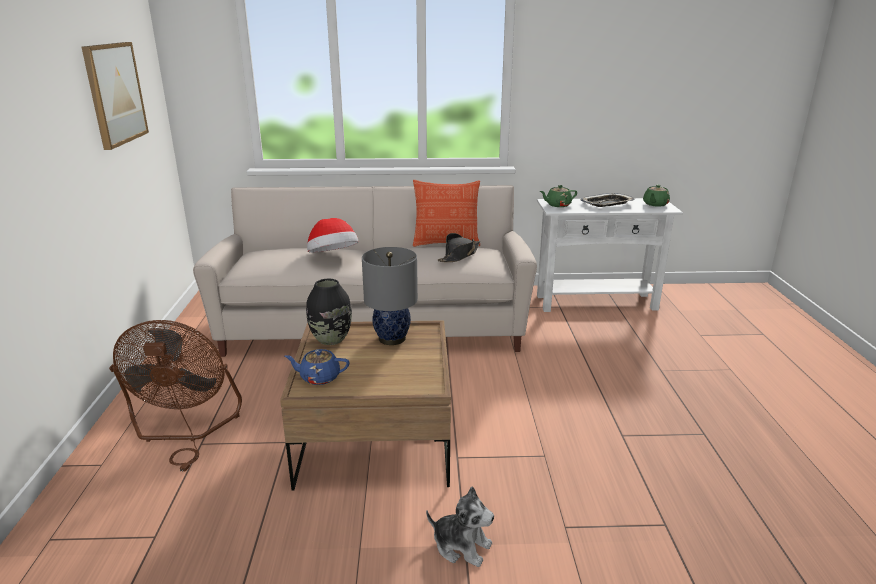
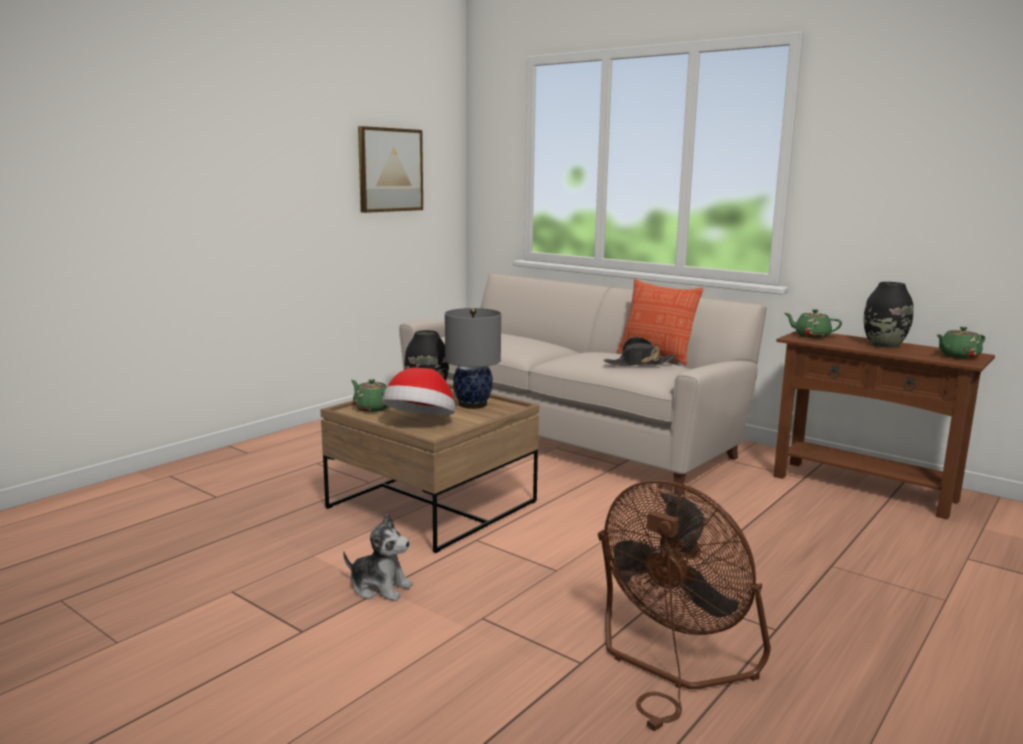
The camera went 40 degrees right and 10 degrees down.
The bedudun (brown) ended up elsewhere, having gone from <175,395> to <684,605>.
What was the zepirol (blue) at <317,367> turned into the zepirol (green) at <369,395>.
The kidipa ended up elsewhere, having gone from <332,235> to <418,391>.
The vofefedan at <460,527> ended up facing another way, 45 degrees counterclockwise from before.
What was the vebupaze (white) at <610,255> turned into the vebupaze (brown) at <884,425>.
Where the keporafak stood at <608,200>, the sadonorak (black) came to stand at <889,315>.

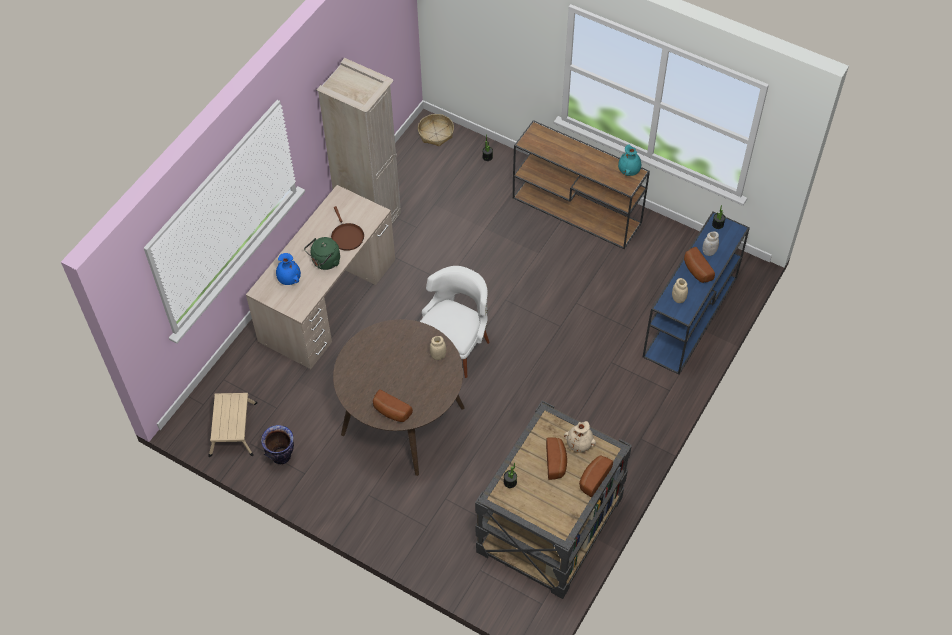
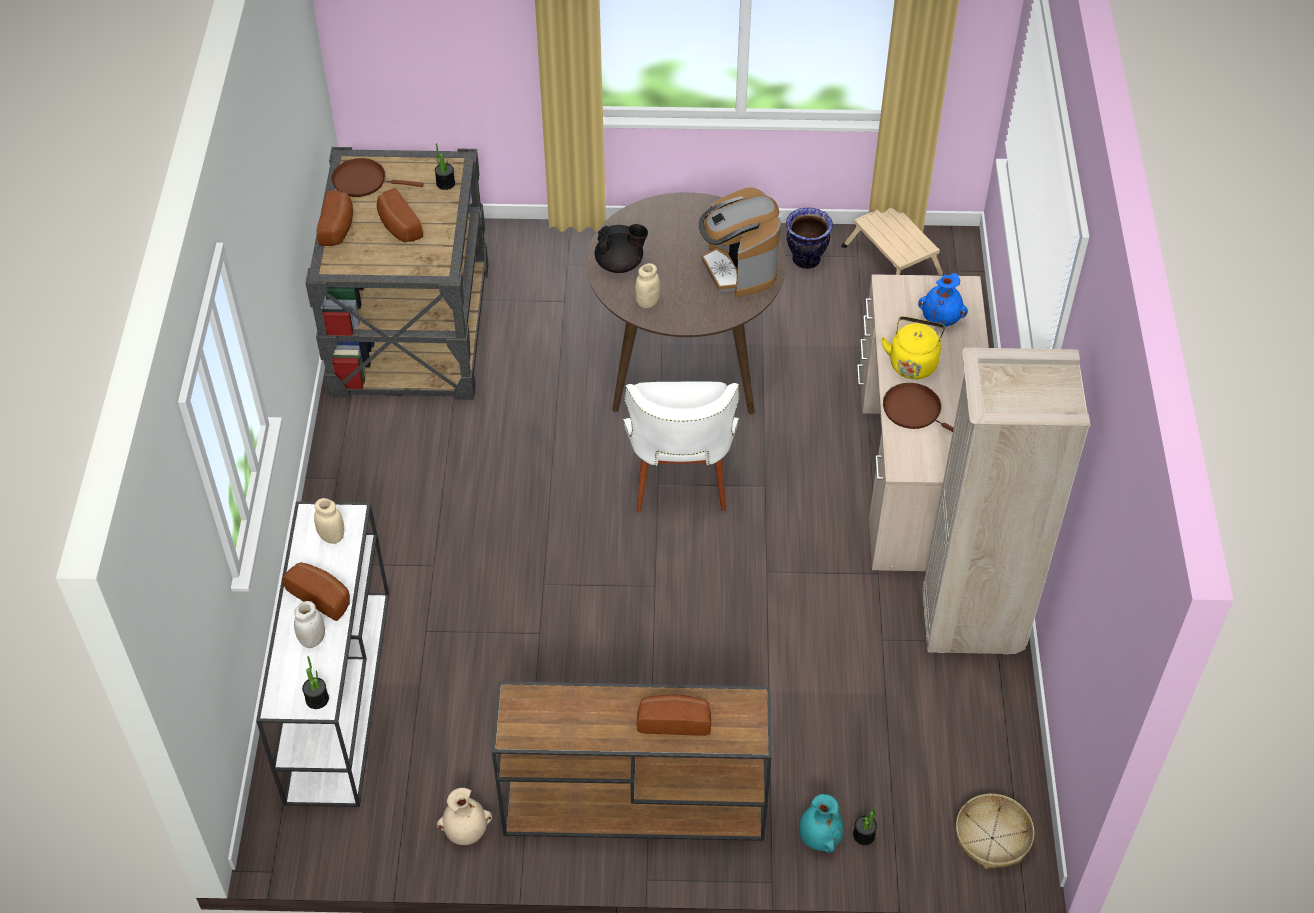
The camera went 150 degrees right and 5 degrees down.
What was the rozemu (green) at <322,253> turned into the rozemu (yellow) at <913,347>.
The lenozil ended up elsewhere, having gone from <393,406> to <674,715>.
The sadonorak (beige) ended up elsewhere, having gone from <580,437> to <464,816>.
The sadonorak (turquoise) ended up elsewhere, having gone from <629,160> to <821,823>.
What was the vebupaze (blue) at <696,293> turned into the vebupaze (white) at <322,654>.
The second view gained the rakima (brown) at <377,177>.
The second view gained the zepirol (black) at <621,248>.
The second view gained the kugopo at <740,242>.

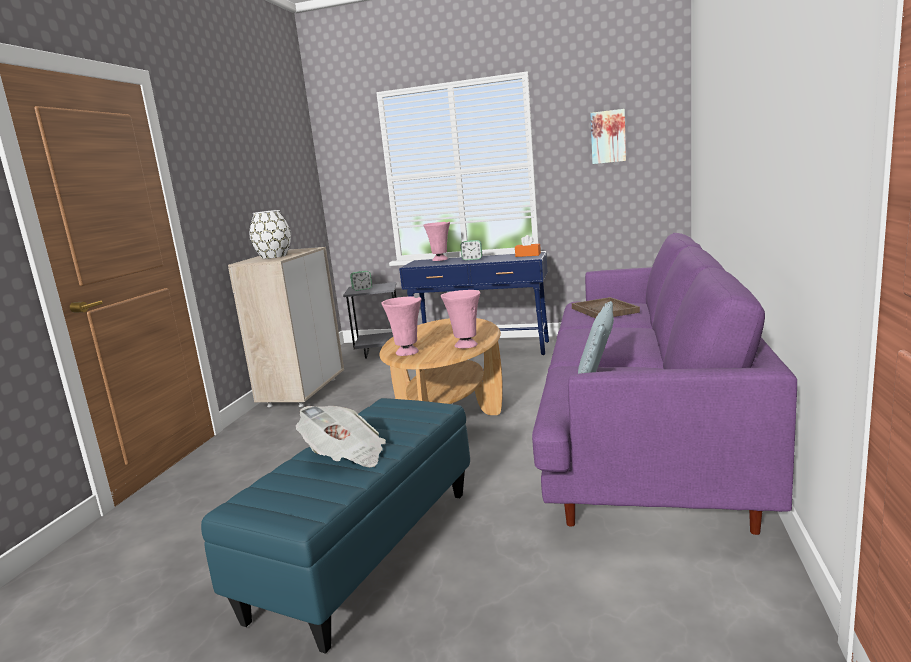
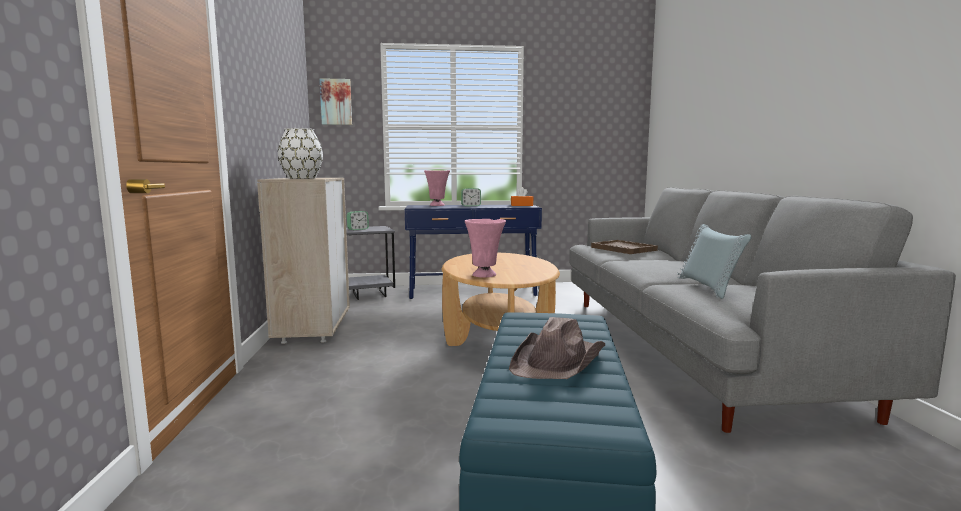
The camera went 20 degrees left and 5 degrees down.
Where the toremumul stood at <341,436>, the kidipa (brown) came to stand at <557,348>.
The second view lost the sadonorak (pink) at <460,319>.
What was the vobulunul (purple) at <664,384> turned into the vobulunul (grey) at <762,310>.
The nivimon ended up elsewhere, having gone from <608,136> to <336,101>.

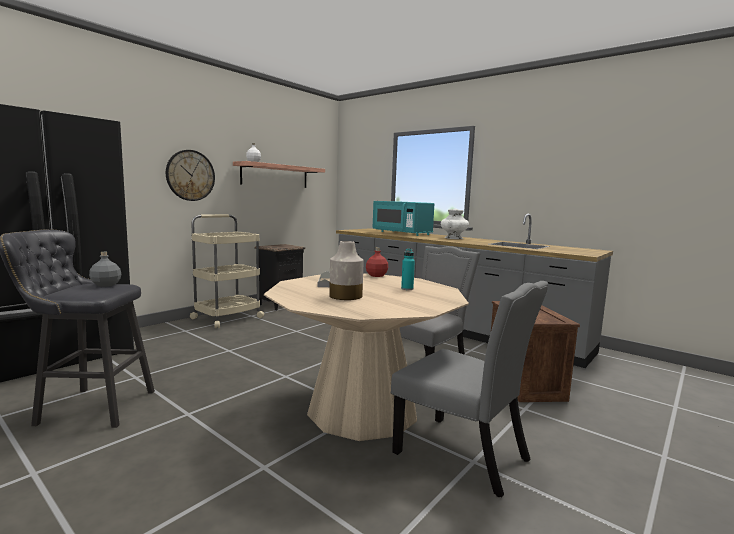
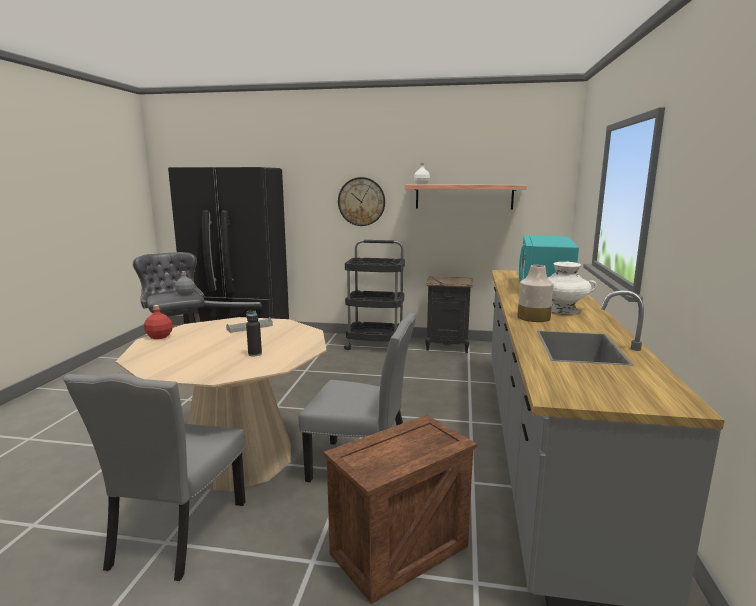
The camera went 60 degrees right and 5 degrees up.
What was the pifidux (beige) at <227,271> turned into the pifidux (black) at <374,295>.
The sadonorak (beige) ended up elsewhere, having gone from <346,270> to <535,293>.
The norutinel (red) ended up elsewhere, having gone from <377,262> to <158,322>.
What was the norutinel (turquoise) at <408,269> turned into the norutinel (black) at <254,333>.

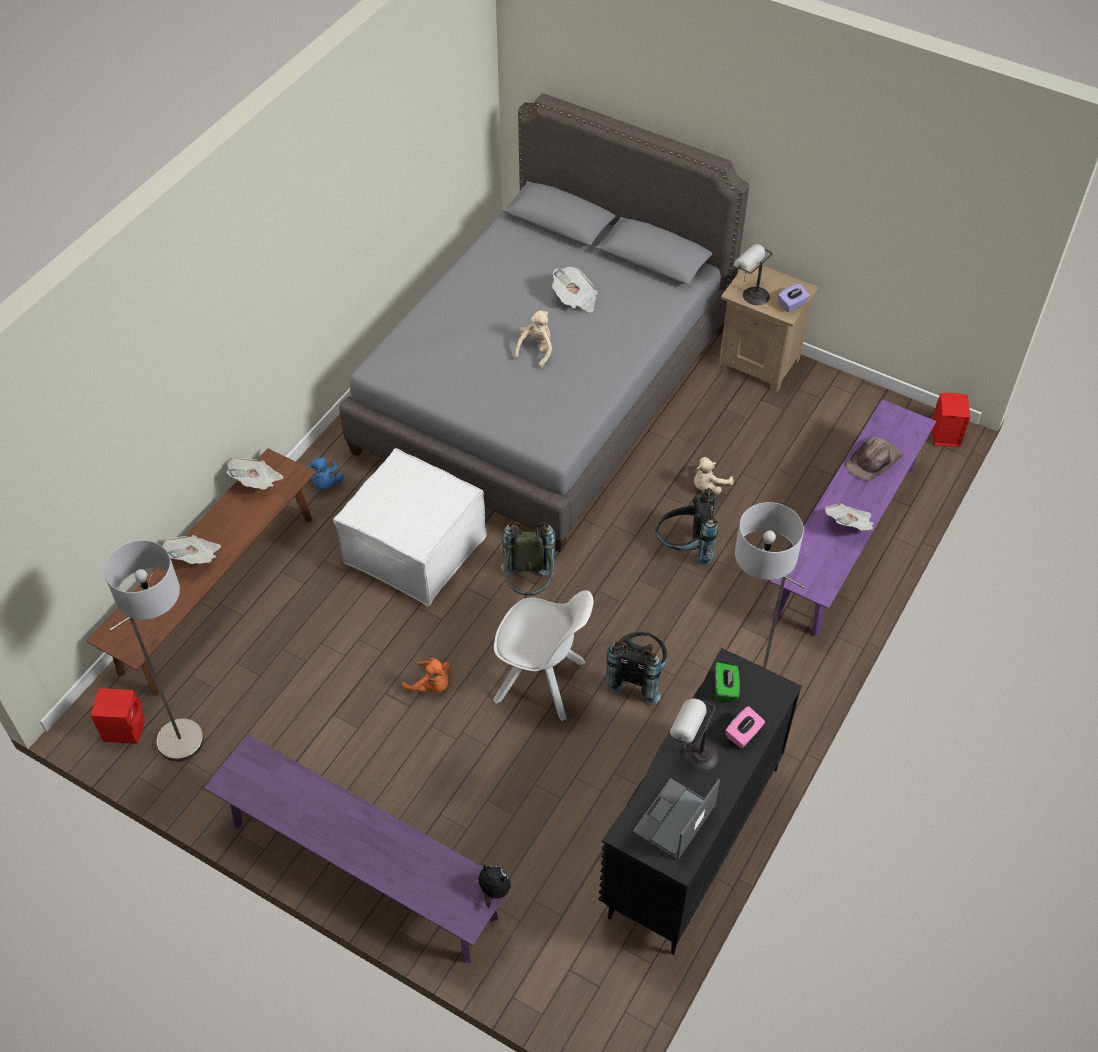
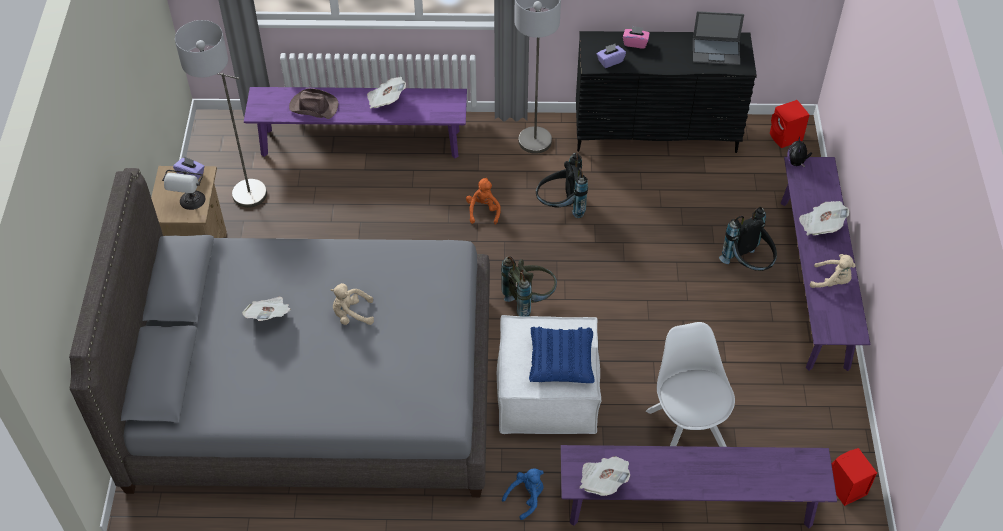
The camera went 120 degrees left and 0 degrees up.
What was the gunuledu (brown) at <201,572> turned into the gunuledu (purple) at <699,486>.
The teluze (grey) ended up elsewhere, having gone from <154,651> to <221,114>.
The toremumul ended up elsewhere, having gone from <192,549> to <824,218>.
The vofefedan (orange) ended up elsewhere, having gone from <426,674> to <483,201>.
The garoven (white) ended up elsewhere, having gone from <543,655> to <690,384>.
The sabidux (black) ended up elsewhere, having gone from <686,526> to <748,239>.
The second view lost the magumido at <694,734>.
The vofefedan (beige) ended up elsewhere, having gone from <714,476> to <833,271>.
What was the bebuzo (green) at <727,681> turned into the bebuzo (purple) at <611,55>.
The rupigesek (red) ended up elsewhere, having gone from <951,420> to <790,124>.
The second view gained the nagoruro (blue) at <562,355>.

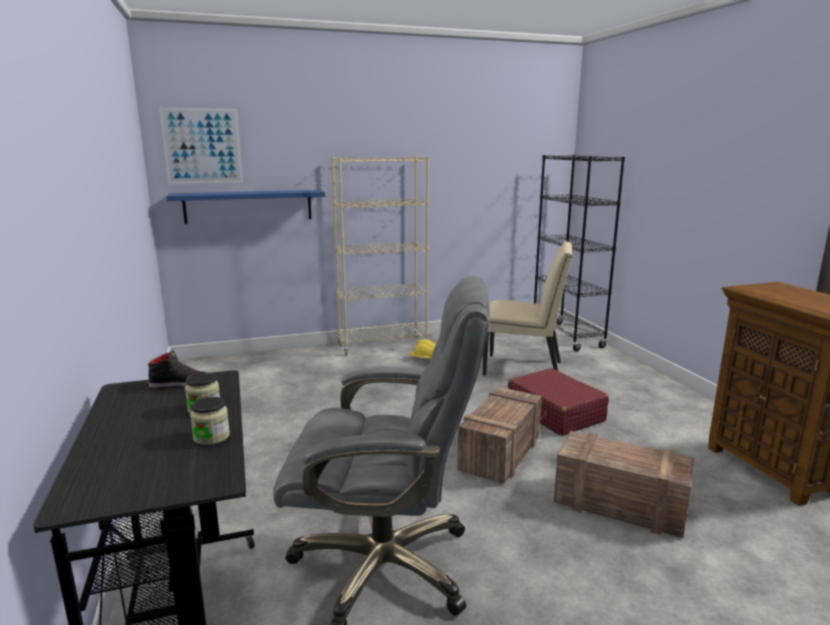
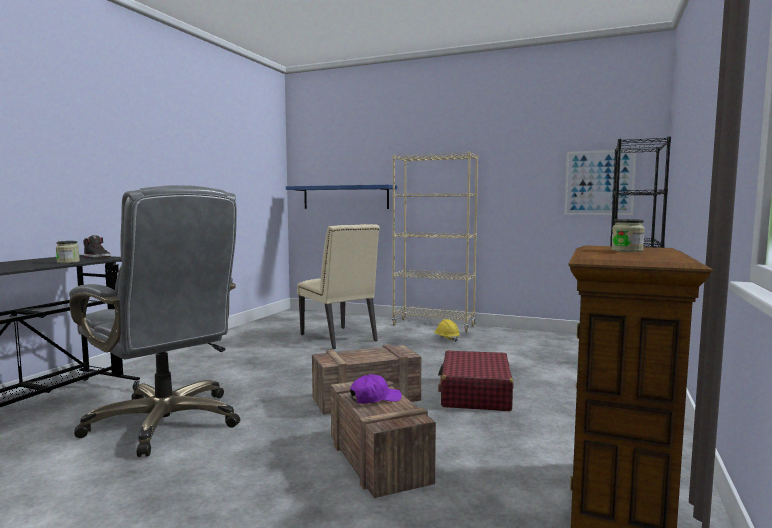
The camera went 40 degrees right and 10 degrees down.
The nivimon ended up elsewhere, having gone from <201,146> to <600,182>.
The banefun ended up elsewhere, having gone from <210,421> to <628,235>.
The garoven (beige) ended up elsewhere, having gone from <527,308> to <338,286>.
The second view gained the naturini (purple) at <376,389>.

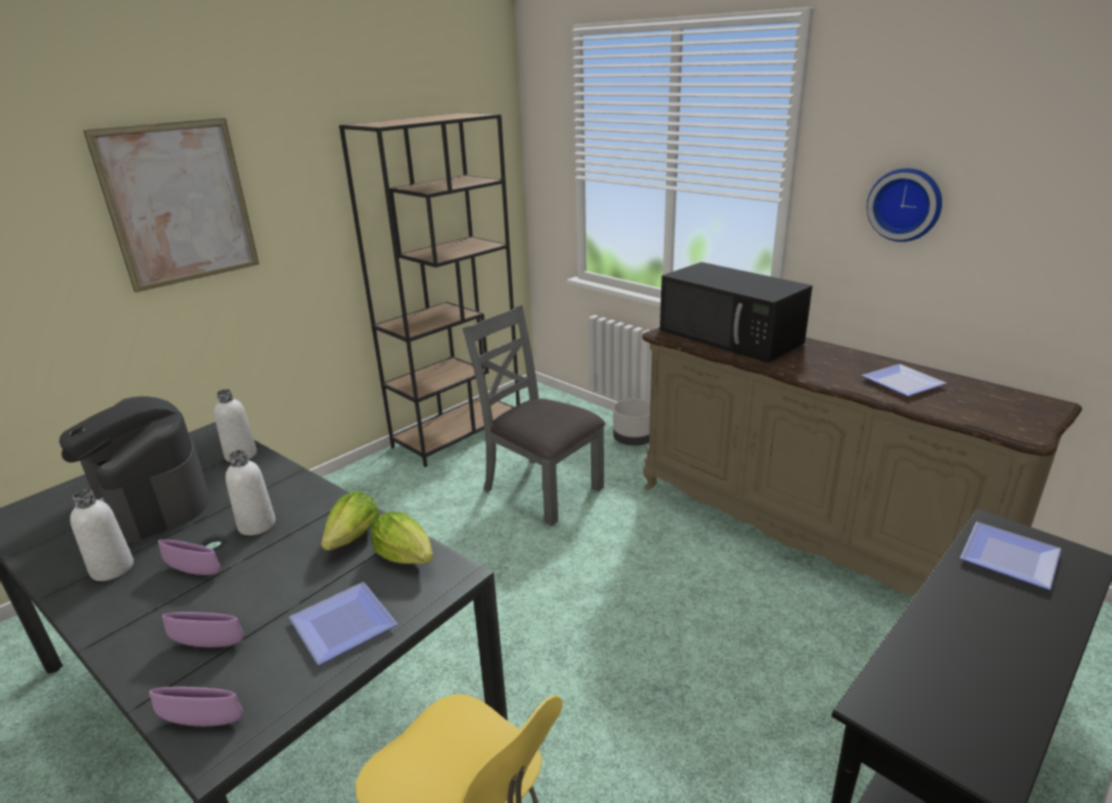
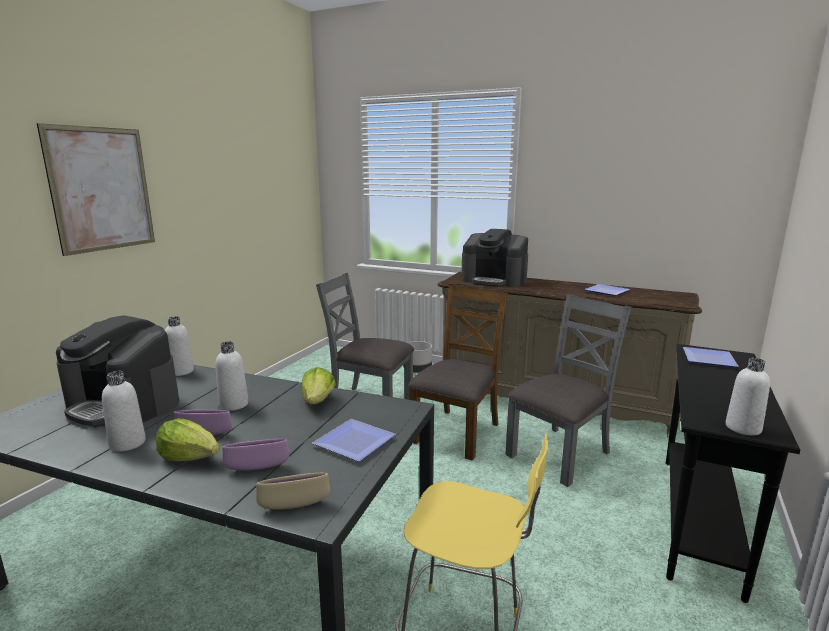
The camera went 20 degrees left and 10 degrees down.
What was the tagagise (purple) at <196,706> turned into the tagagise (beige) at <293,491>.
The second view lost the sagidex at <429,290>.
The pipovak ended up elsewhere, having gone from <402,538> to <188,439>.
Where the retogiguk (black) stood at <736,312>, the kugopo came to stand at <494,258>.
The second view lost the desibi at <904,205>.
The second view gained the garoven (brown) at <458,372>.
The second view gained the garoven (grey) at <568,390>.
The second view gained the norutinel (white) at <748,396>.

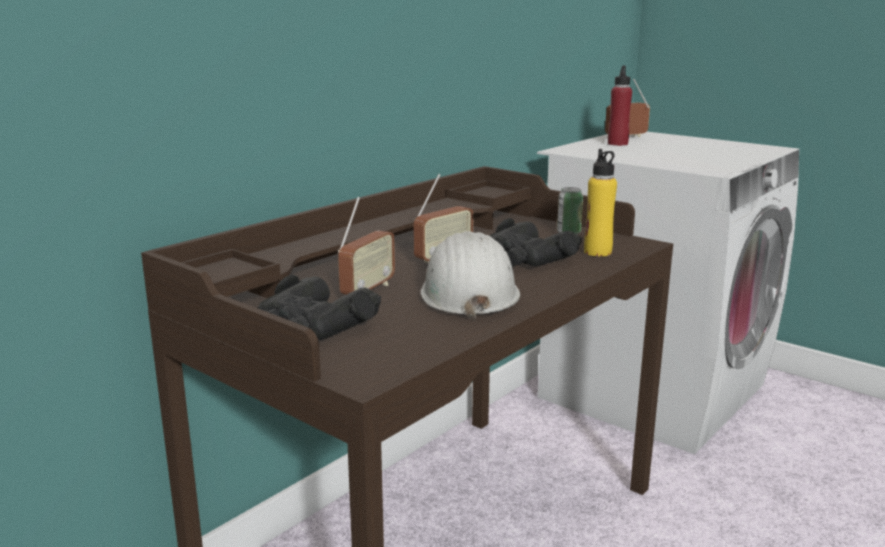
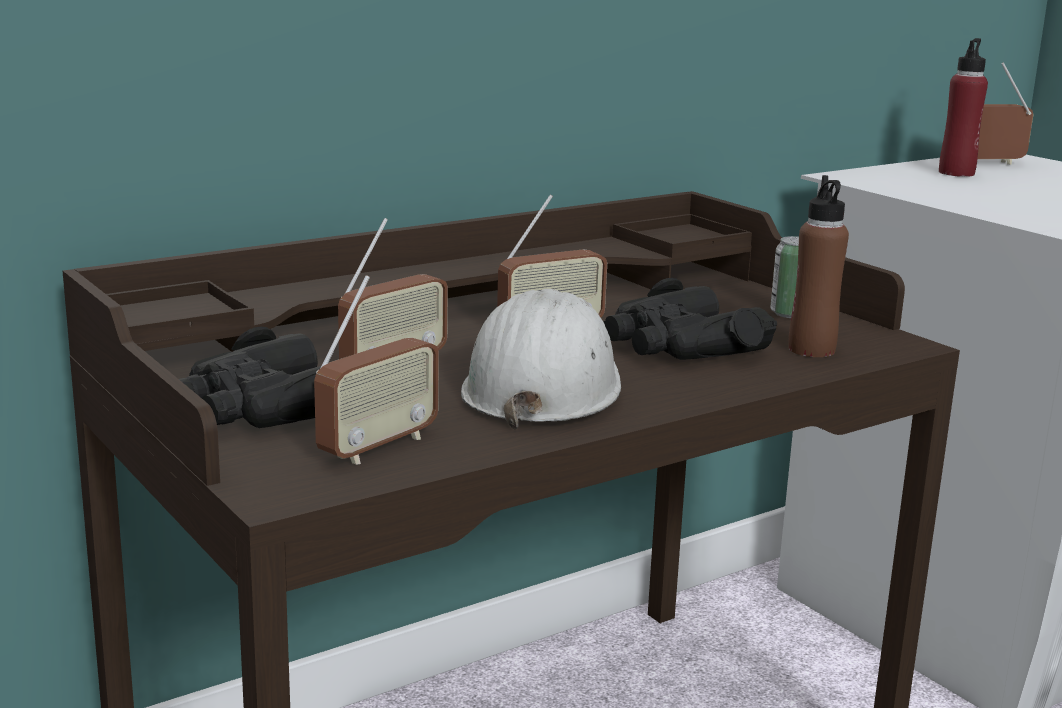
The camera went 15 degrees right and 0 degrees up.
What was the norutinel (yellow) at <600,203> turned into the norutinel (brown) at <818,266>.
The second view gained the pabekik at <376,370>.

